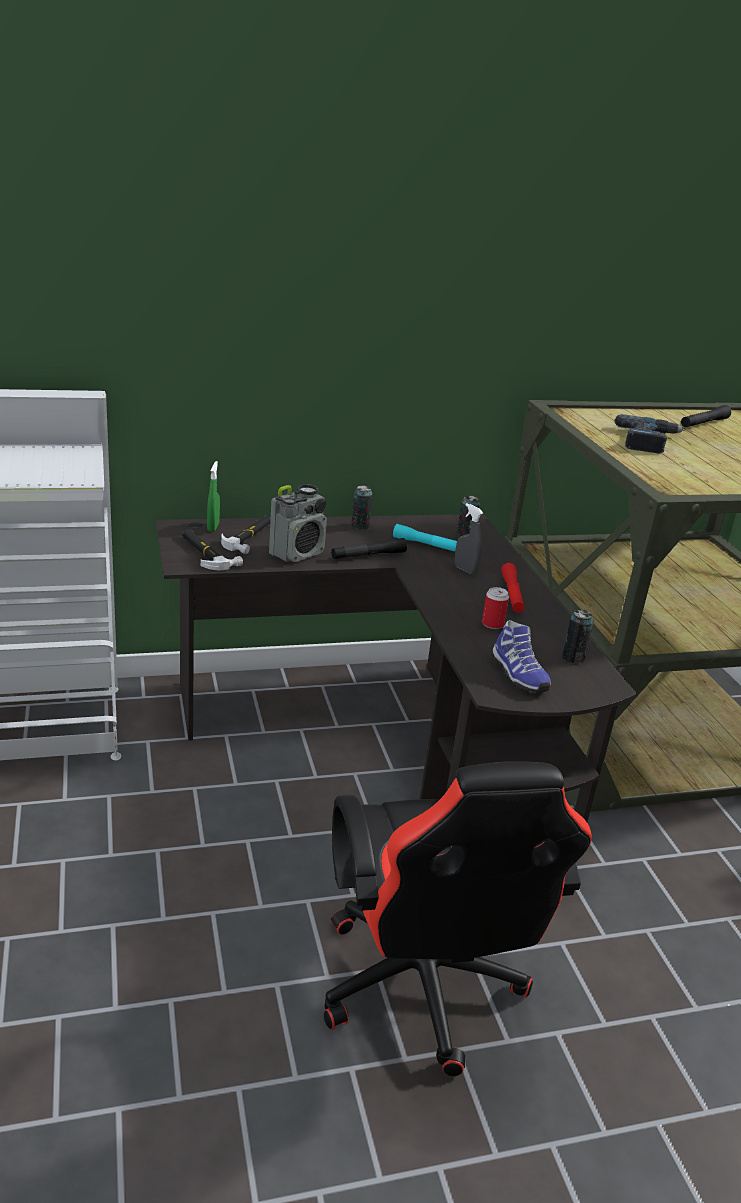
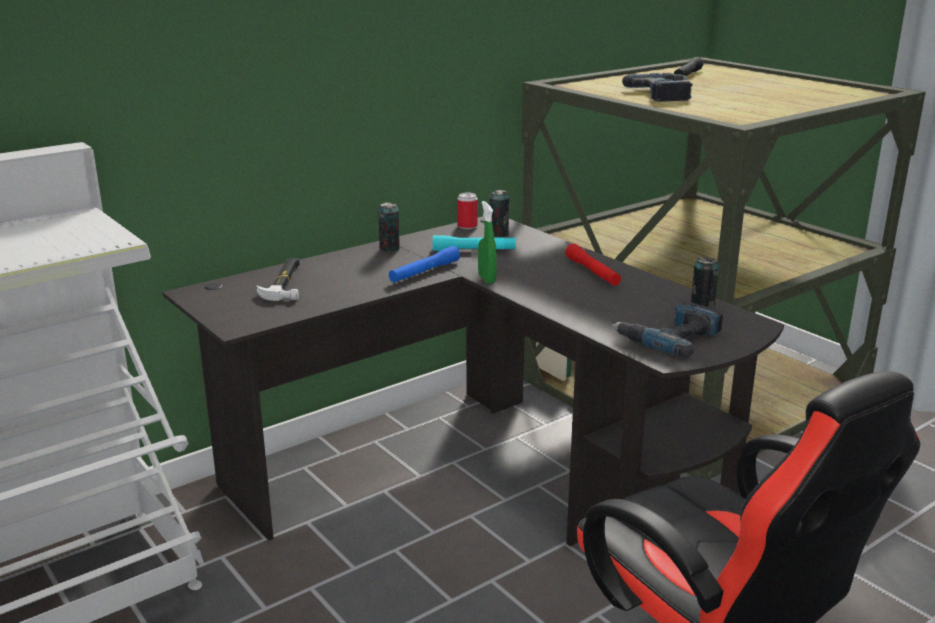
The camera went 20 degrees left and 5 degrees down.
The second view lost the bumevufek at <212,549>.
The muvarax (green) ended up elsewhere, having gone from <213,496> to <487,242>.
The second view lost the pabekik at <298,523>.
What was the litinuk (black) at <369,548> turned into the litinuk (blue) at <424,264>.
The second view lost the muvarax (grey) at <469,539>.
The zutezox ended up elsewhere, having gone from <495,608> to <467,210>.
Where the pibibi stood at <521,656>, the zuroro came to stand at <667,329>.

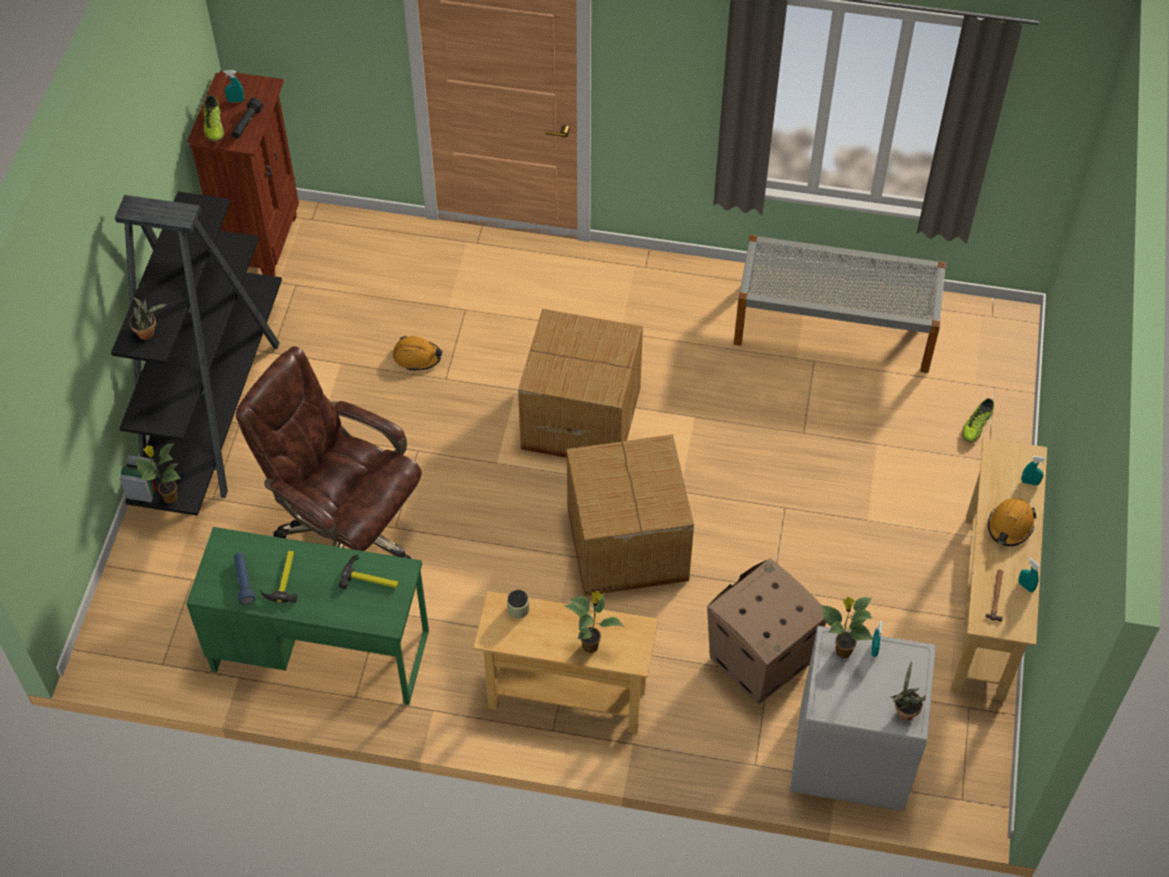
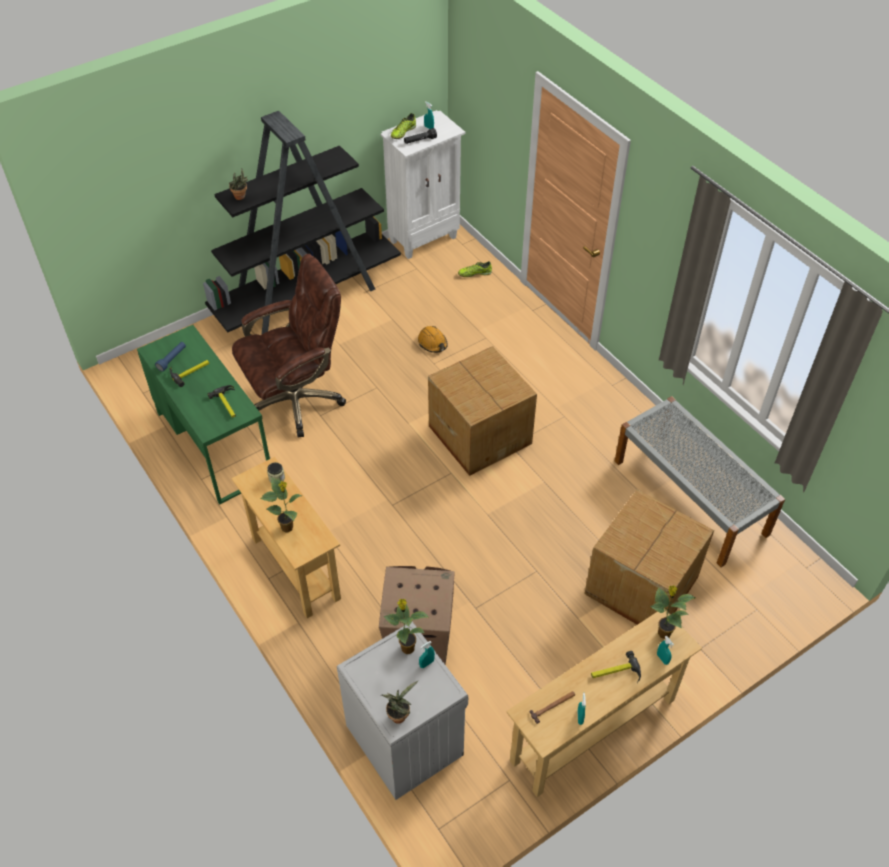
The camera went 45 degrees right and 5 degrees down.
The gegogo ended up elsewhere, having gone from <158,473> to <673,612>.
What was the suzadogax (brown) at <243,173> turned into the suzadogax (white) at <423,184>.
The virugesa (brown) at <329,452> ended up facing another way, 75 degrees clockwise from before.
The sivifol ended up elsewhere, having gone from <630,515> to <649,557>.
The pibibi ended up elsewhere, having gone from <978,420> to <475,269>.
Where the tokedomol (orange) stood at <1012,522>, the bumevufek came to stand at <616,667>.

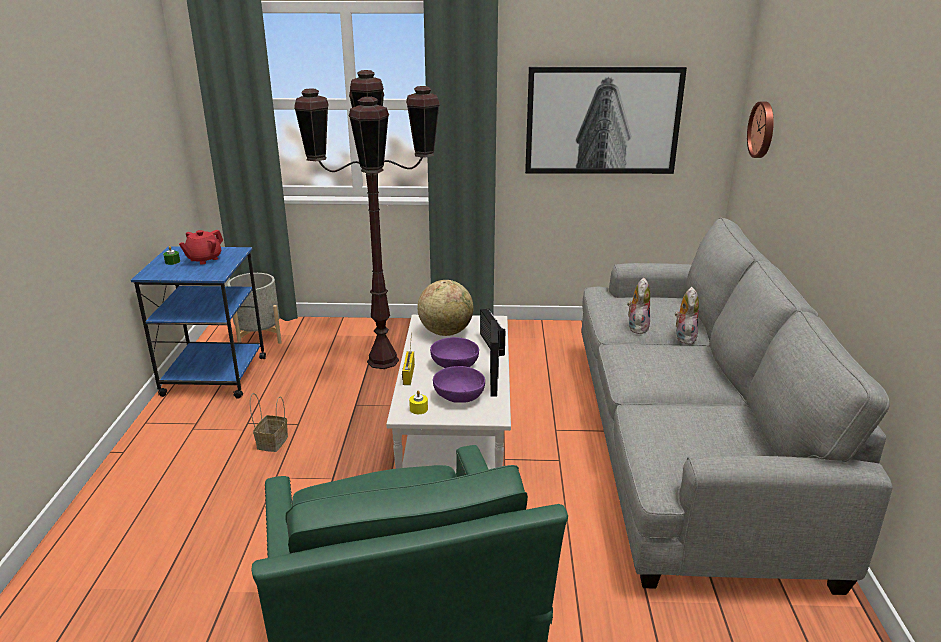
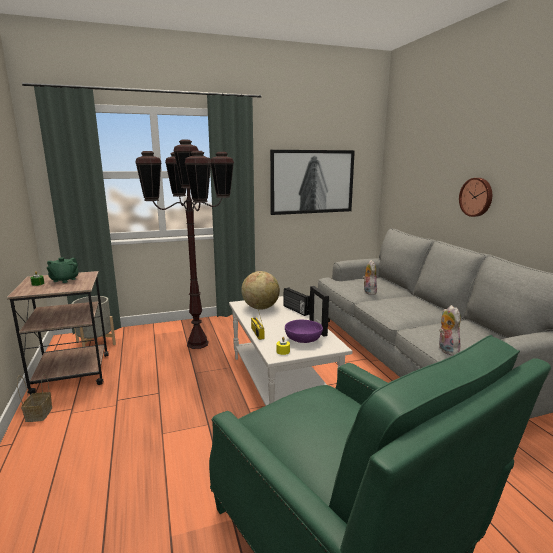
The camera went 20 degrees left and 10 degrees down.
What was the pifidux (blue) at <198,322> turned into the pifidux (brown) at <57,333>.
What was the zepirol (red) at <201,247> turned into the zepirol (green) at <62,270>.
The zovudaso ended up elsewhere, having gone from <269,422> to <34,398>.
The second view lost the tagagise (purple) at <454,352>.
The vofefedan ended up elsewhere, having gone from <687,315> to <450,330>.
The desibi ended up elsewhere, having gone from <760,130> to <475,197>.

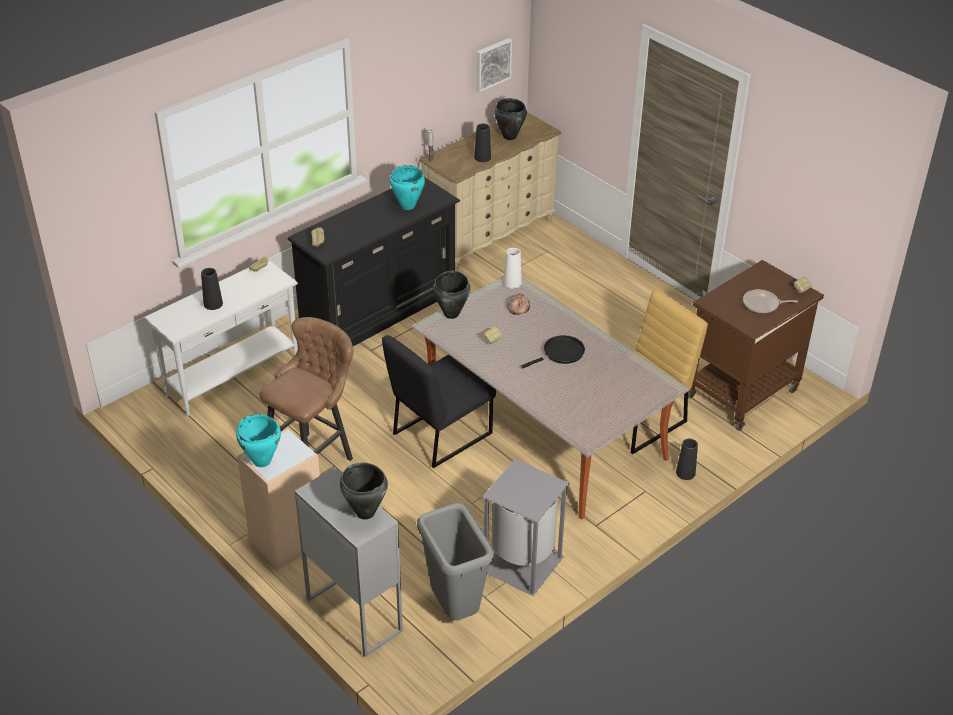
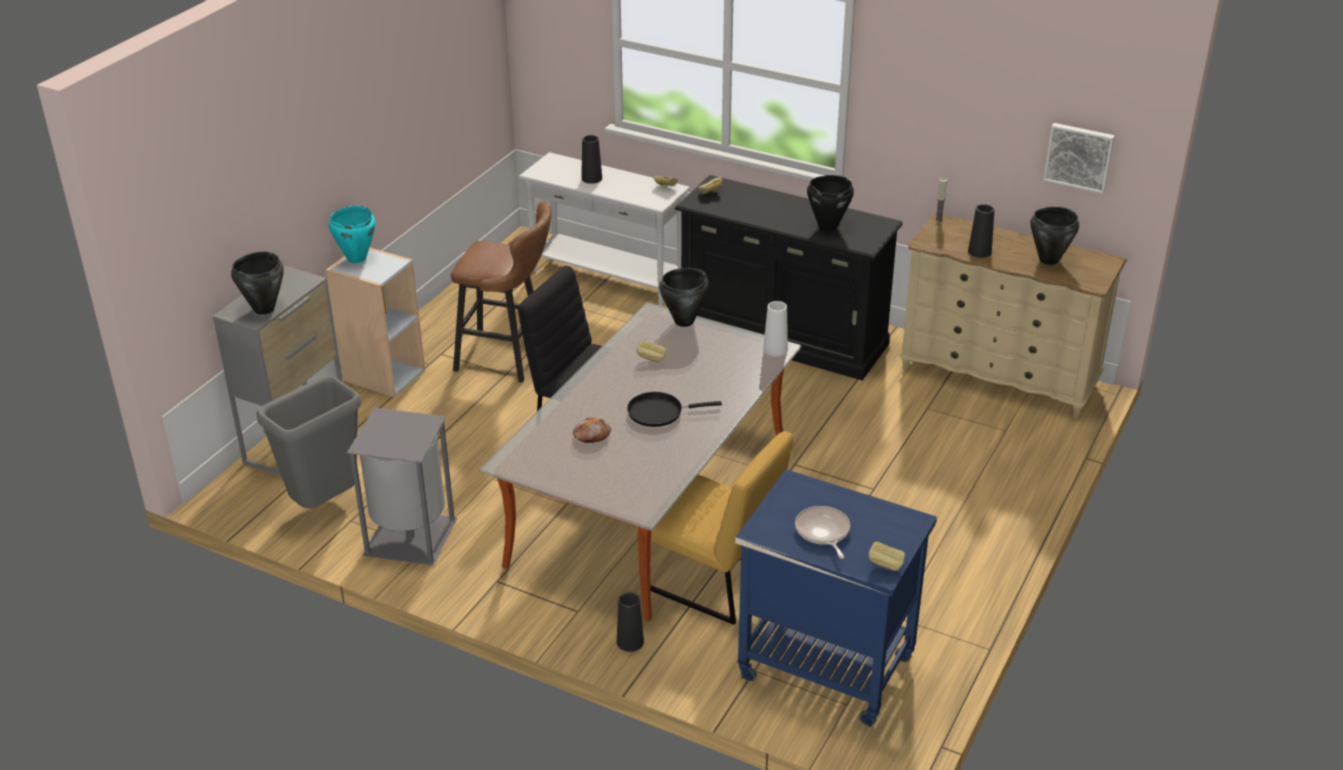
The camera went 70 degrees right and 5 degrees down.
What was the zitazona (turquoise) at <407,187> turned into the zitazona (black) at <830,203>.
The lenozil ended up elsewhere, having gone from <519,304> to <592,430>.
The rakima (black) at <553,351> ended up facing another way, 135 degrees clockwise from before.
What was the pifidux (brown) at <756,345> turned into the pifidux (blue) at <836,598>.

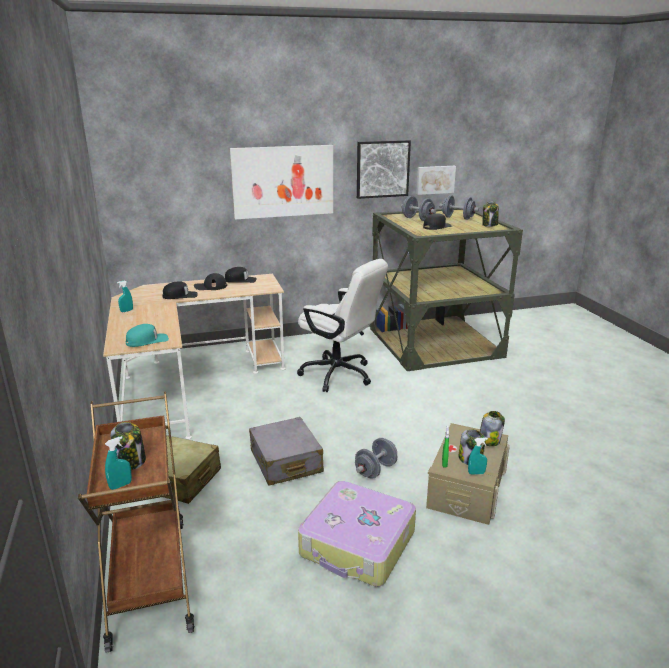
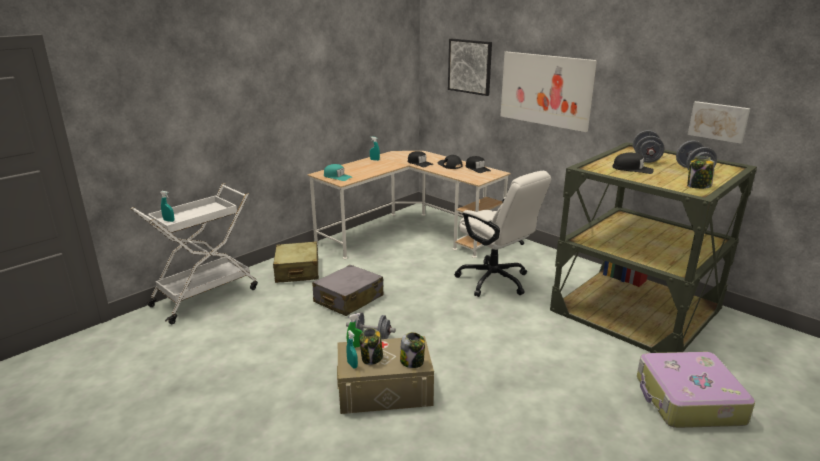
The camera went 60 degrees right and 0 degrees up.
What was the pifidux (brown) at <136,522> turned into the pifidux (white) at <194,253>.
The second view lost the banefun at <128,446>.
The virugesa (white) at <342,325> ended up facing another way, 45 degrees counterclockwise from before.
The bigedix ended up elsewhere, having gone from <357,534> to <696,390>.
The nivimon ended up elsewhere, having gone from <384,169> to <470,67>.

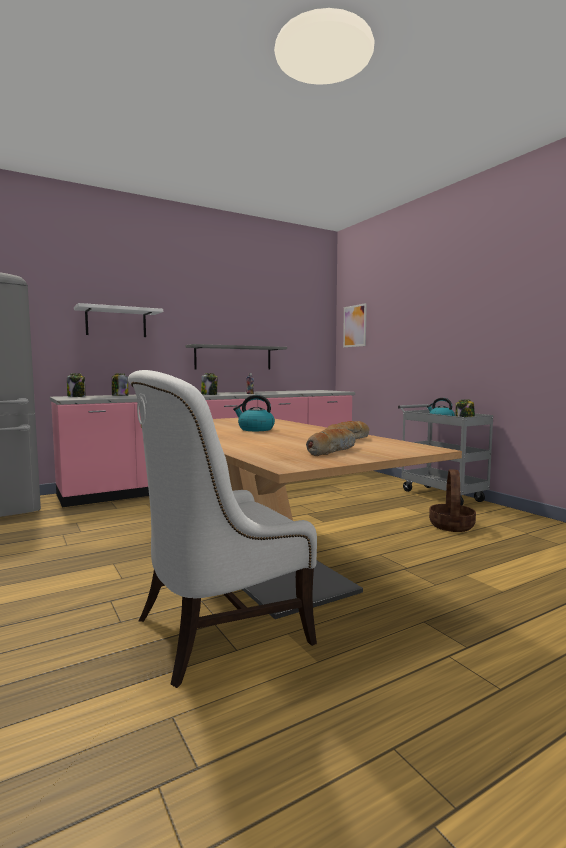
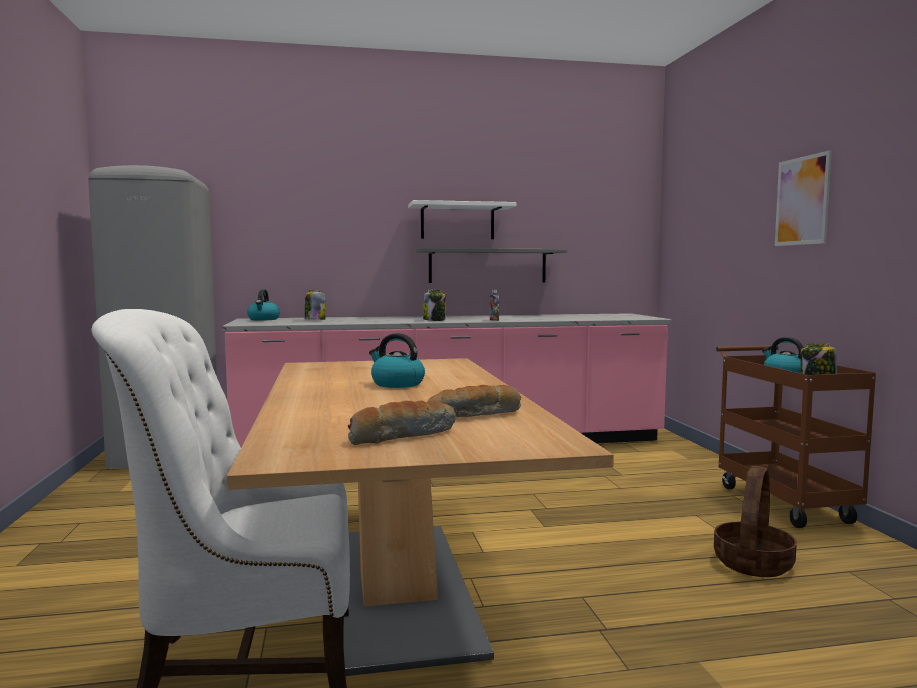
The camera went 20 degrees right and 0 degrees up.
Where the banefun stood at <76,385>, the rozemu came to stand at <263,305>.
The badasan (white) ended up elsewhere, having gone from <118,320> to <462,219>.
The nivimon ended up elsewhere, having gone from <355,325> to <803,198>.
What was the pifidux (grey) at <445,454> turned into the pifidux (brown) at <796,436>.

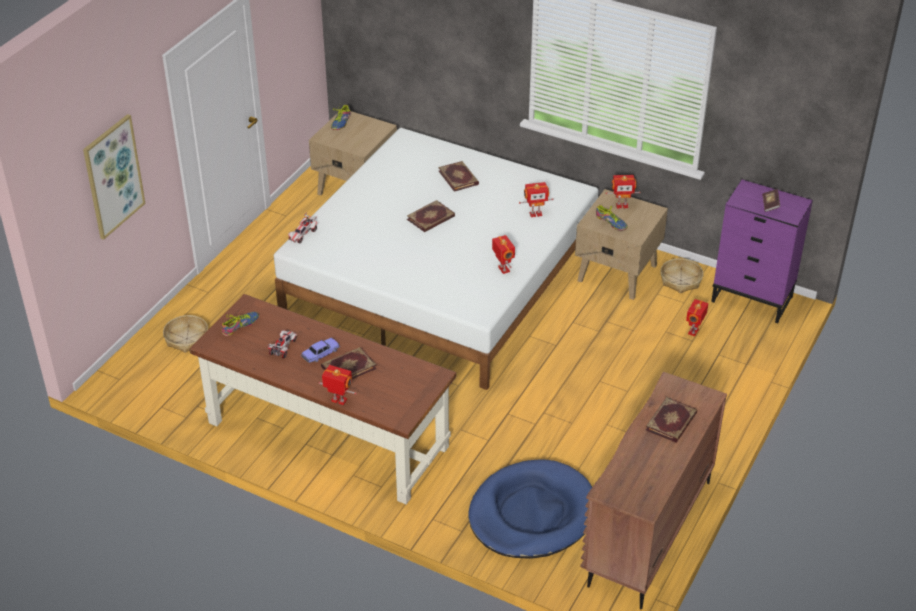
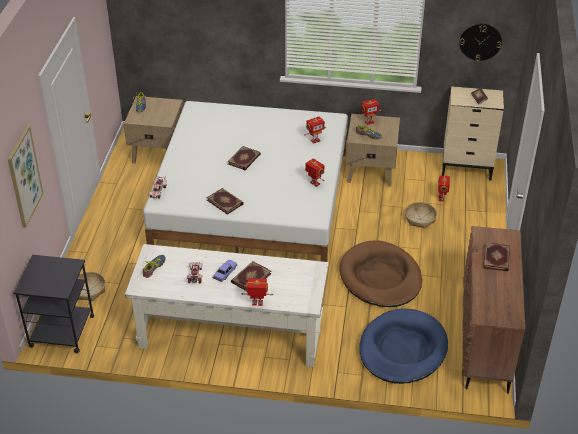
The camera went 20 degrees left and 0 degrees up.
What was the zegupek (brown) at <323,399> turned into the zegupek (white) at <227,305>.
The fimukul ended up elsewhere, having gone from <458,176> to <225,201>.
The zovudaso ended up elsewhere, having gone from <681,275> to <421,215>.
What was the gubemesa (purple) at <762,251> turned into the gubemesa (beige) at <473,133>.
The second view gained the pifidux (black) at <54,304>.
The second view gained the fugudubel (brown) at <380,273>.
The second view gained the desibi at <481,42>.

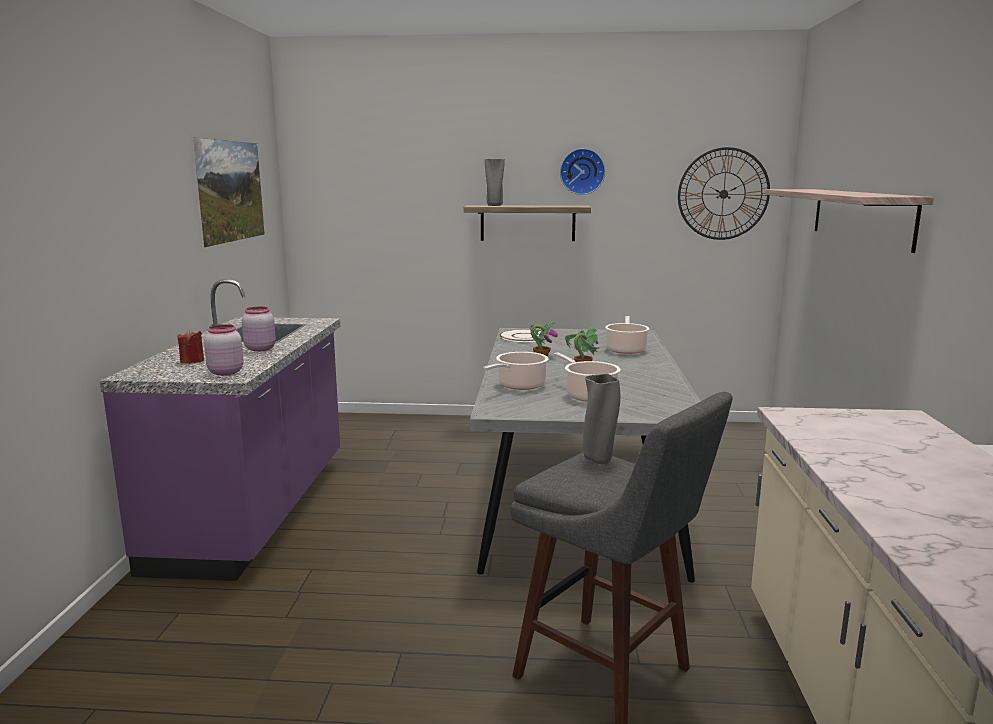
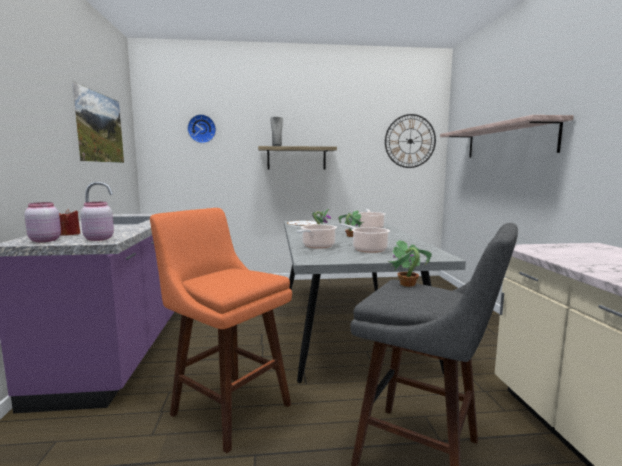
The camera went 10 degrees left and 5 degrees down.
The banefun (pink) ended up elsewhere, having gone from <259,329> to <42,222>.
The desibi ended up elsewhere, having gone from <582,171> to <201,128>.
Where the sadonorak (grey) stood at <601,419>, the gegogo came to stand at <410,263>.
The second view gained the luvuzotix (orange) at <221,330>.

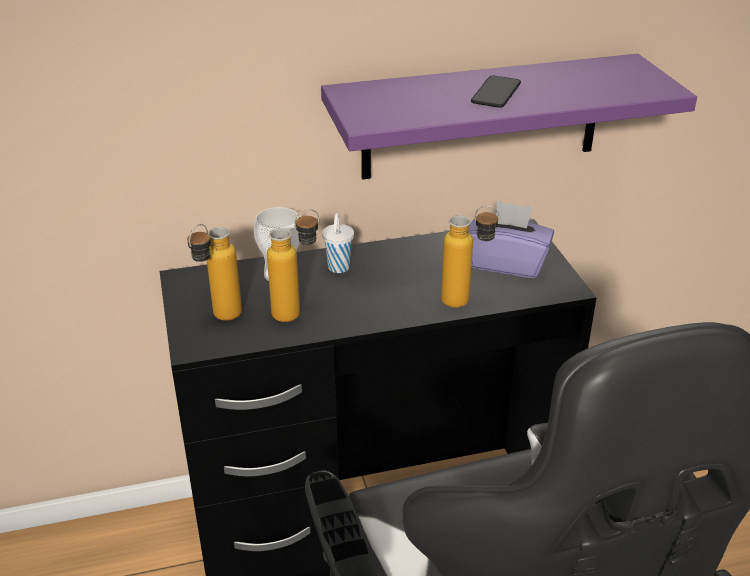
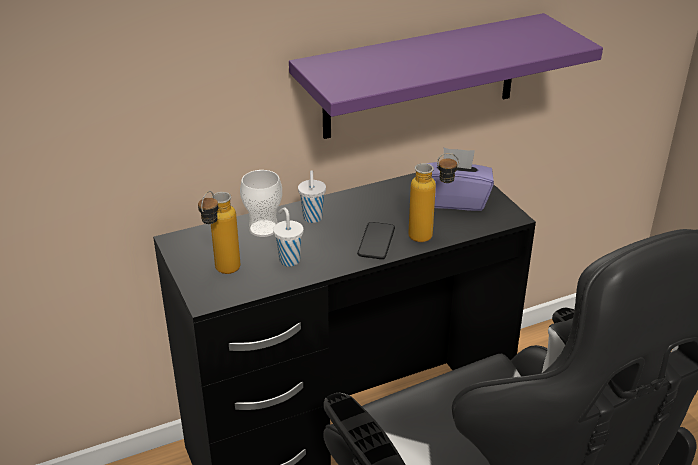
The camera went 10 degrees left and 0 degrees up.
Where the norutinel stood at <293,265>, the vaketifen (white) came to stand at <288,237>.
The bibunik ended up elsewhere, having gone from <496,92> to <376,240>.

